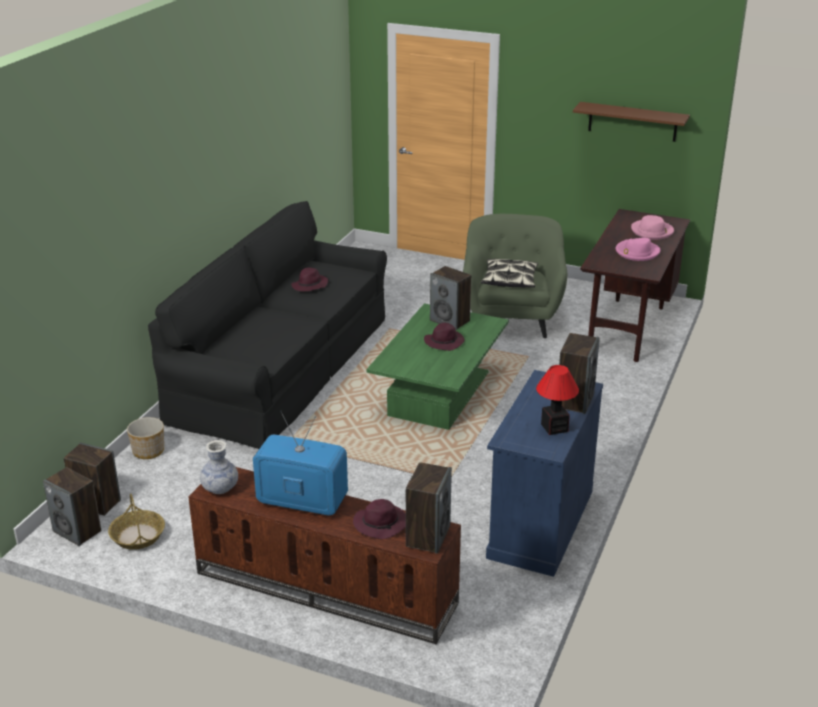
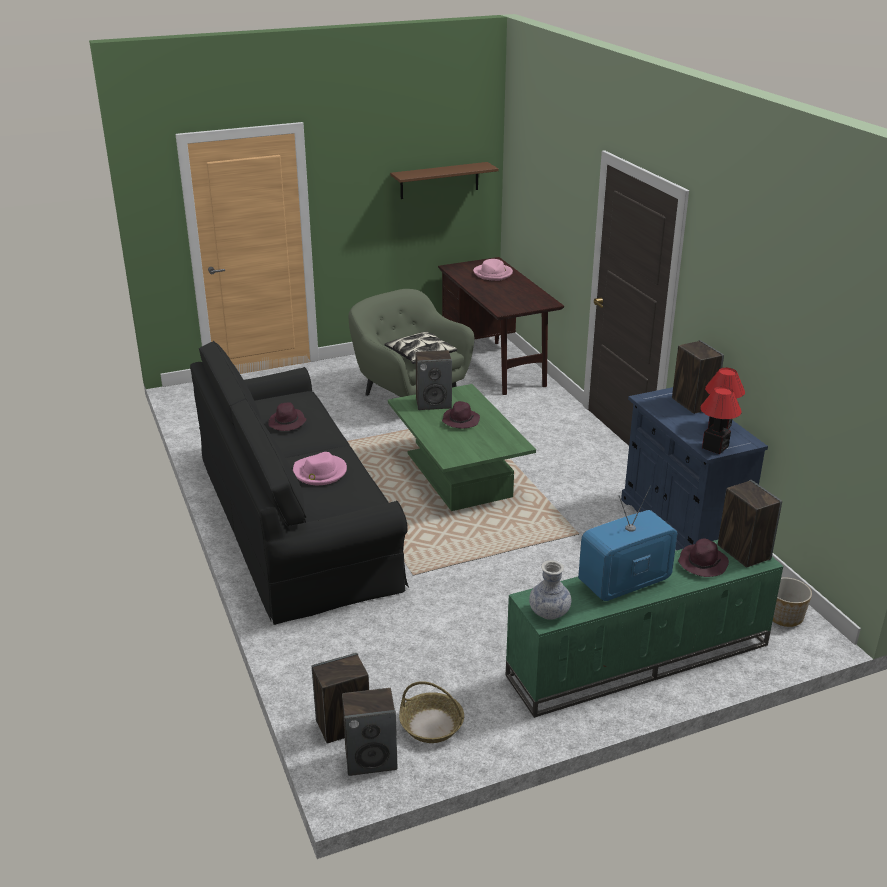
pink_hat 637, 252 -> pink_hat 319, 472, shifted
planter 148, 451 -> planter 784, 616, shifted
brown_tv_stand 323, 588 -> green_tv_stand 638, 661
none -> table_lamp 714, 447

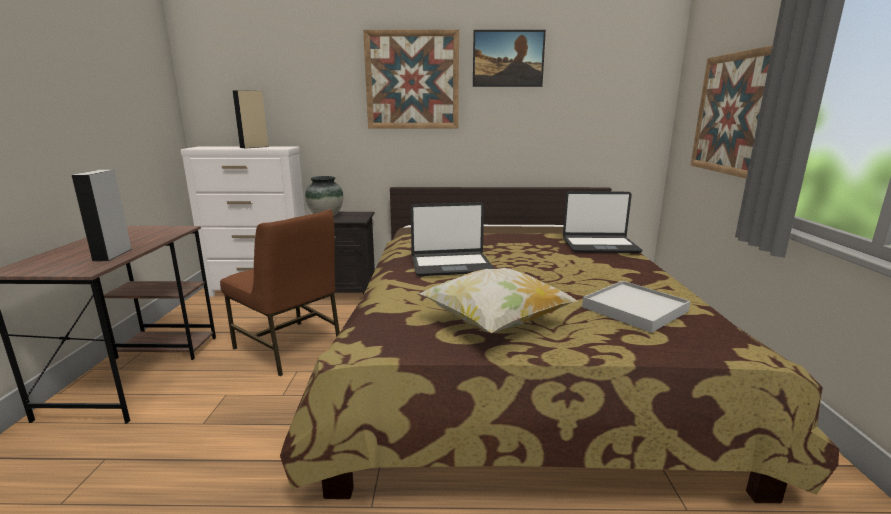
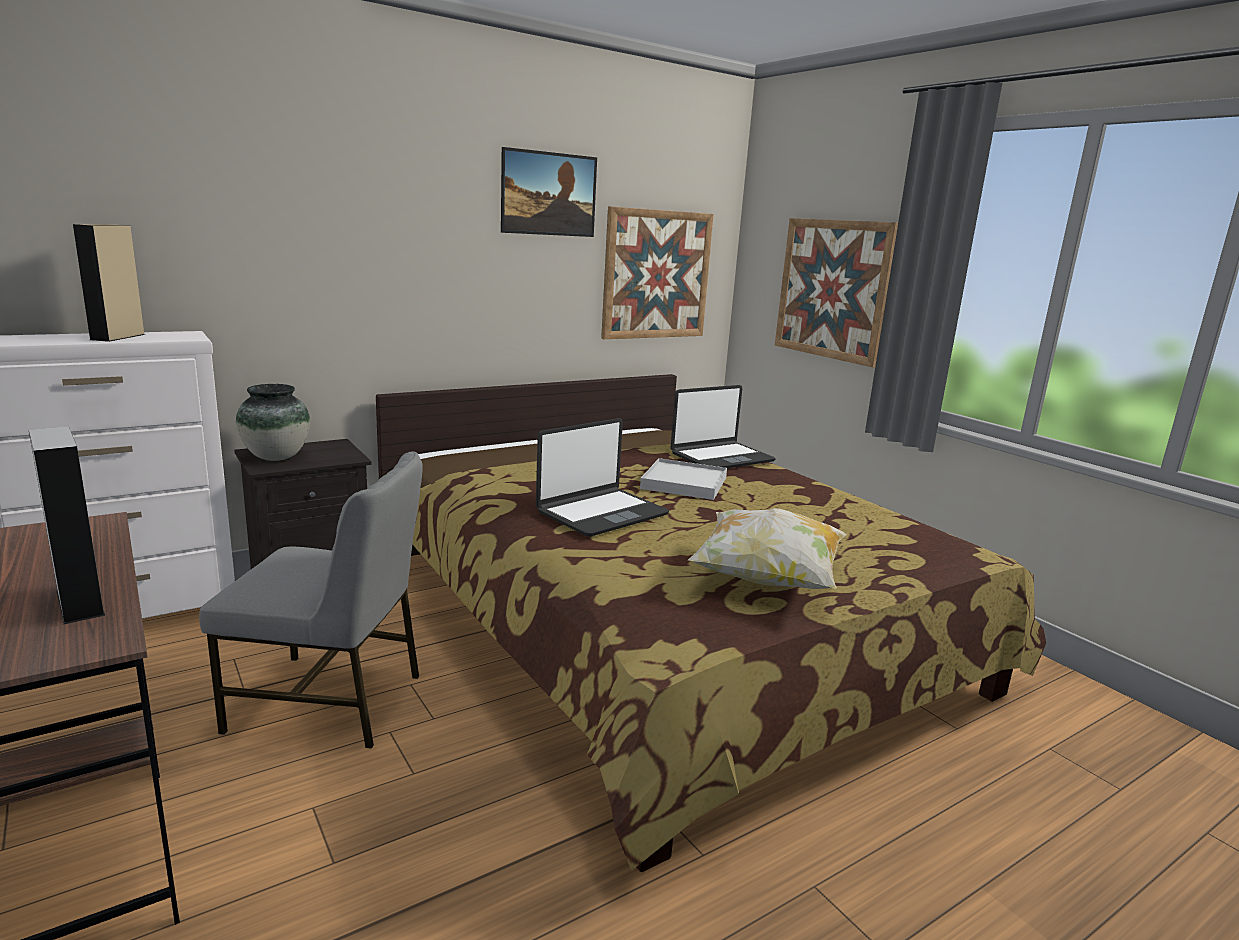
picture 412, 80 -> picture 656, 275, shifted
brown_chair 290, 348 -> grey_chair 330, 702
white_tray 634, 309 -> white_tray 683, 483, shifted

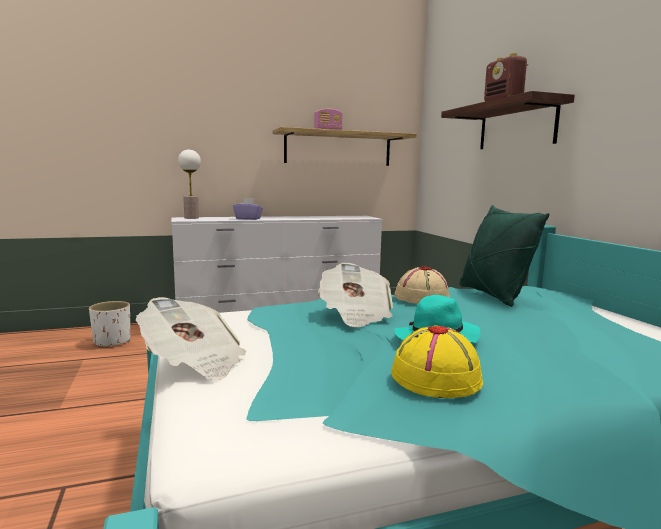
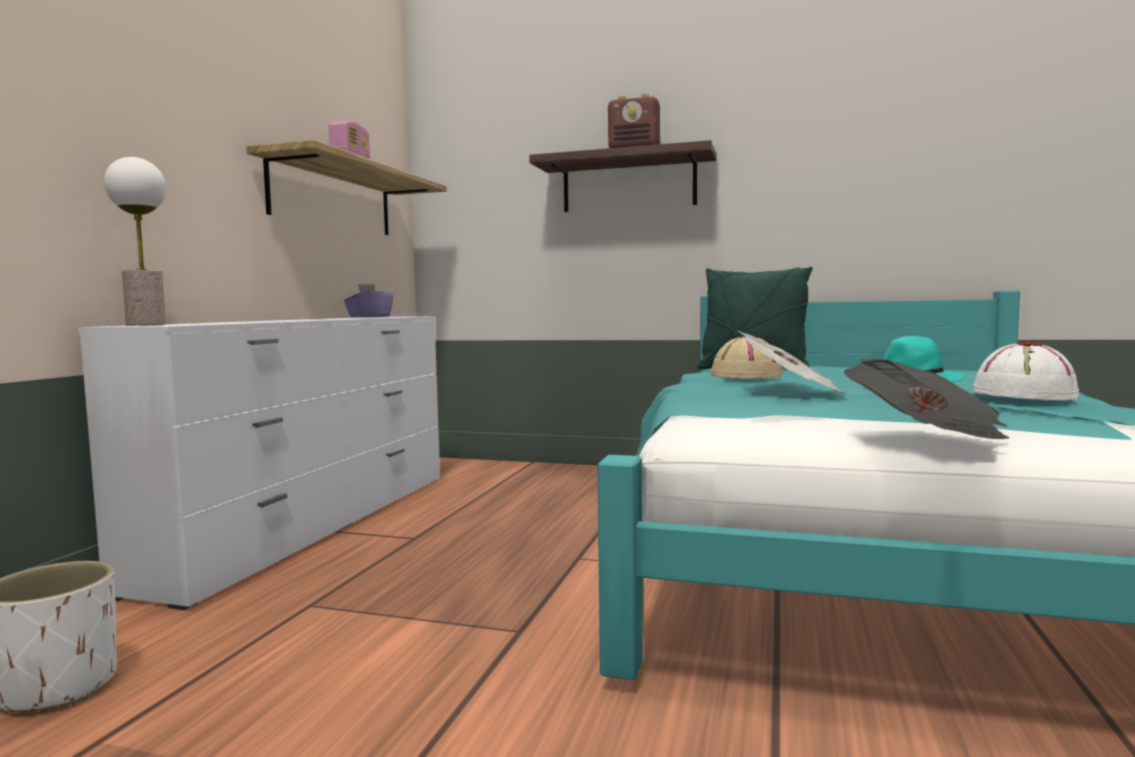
purple_tissue_box 248, 219 -> purple_tissue_box 369, 317, shifted
yellow_hat 436, 377 -> white_hat 1023, 395

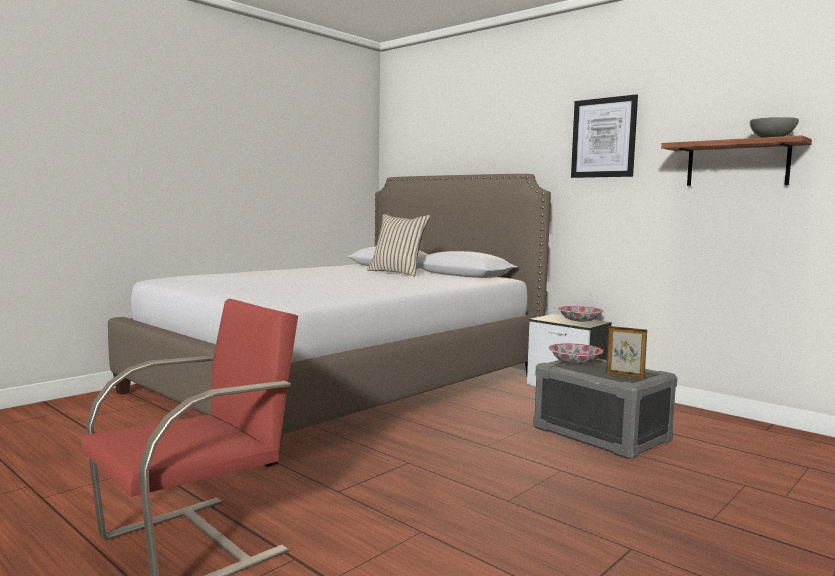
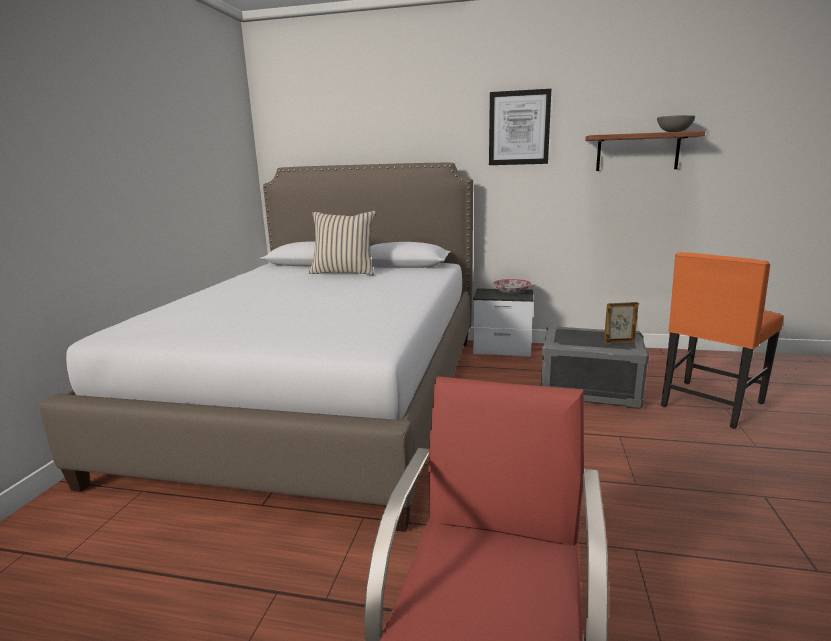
bowl 575, 363 -> none
none -> orange_chair 709, 405

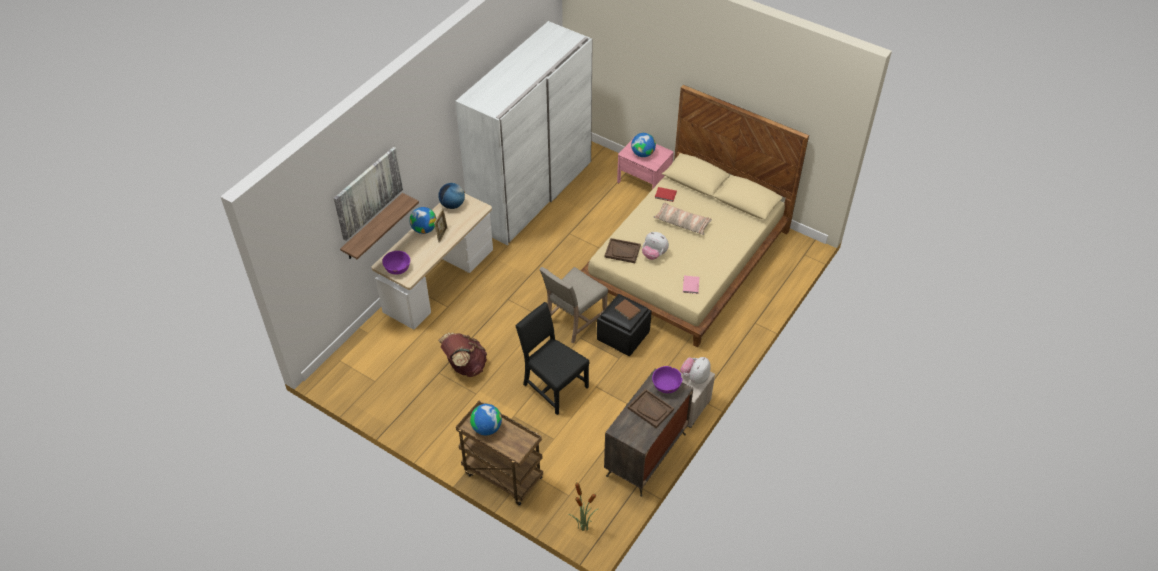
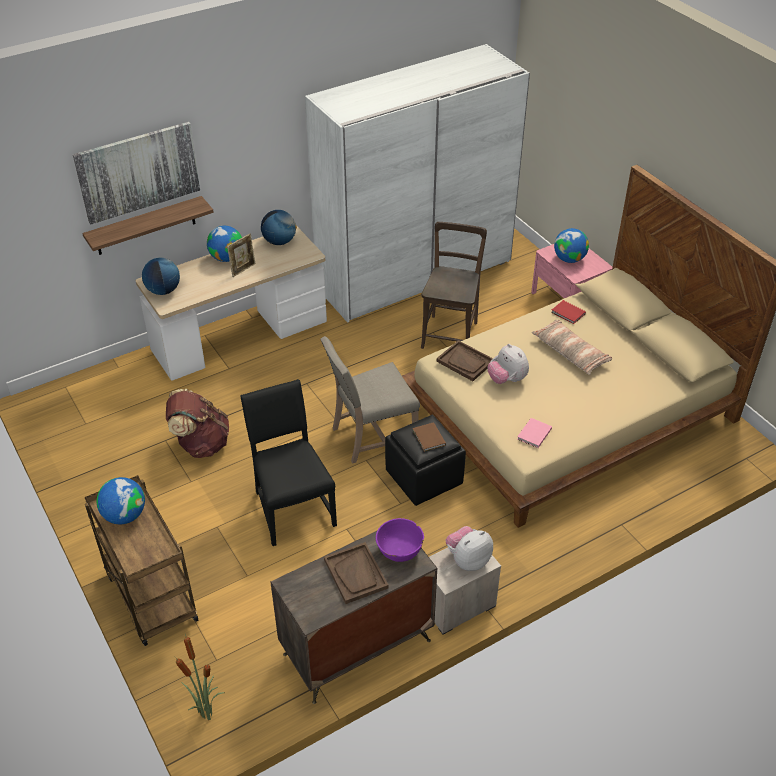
purple_bowl 397, 269 -> globe 163, 290
none -> brown_chair 450, 333

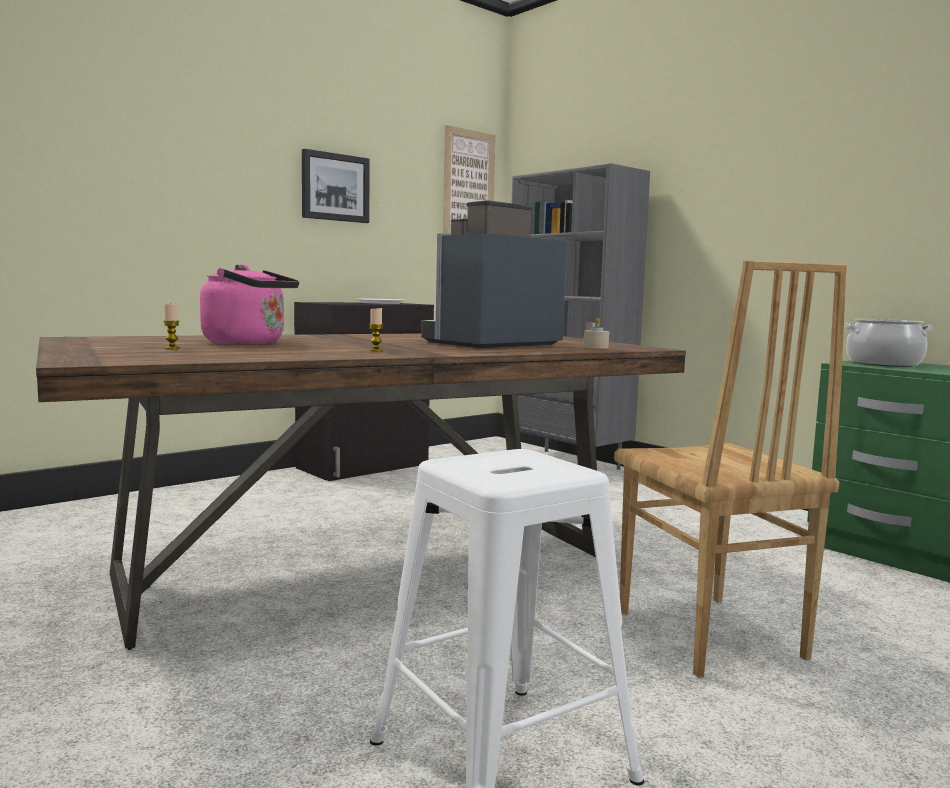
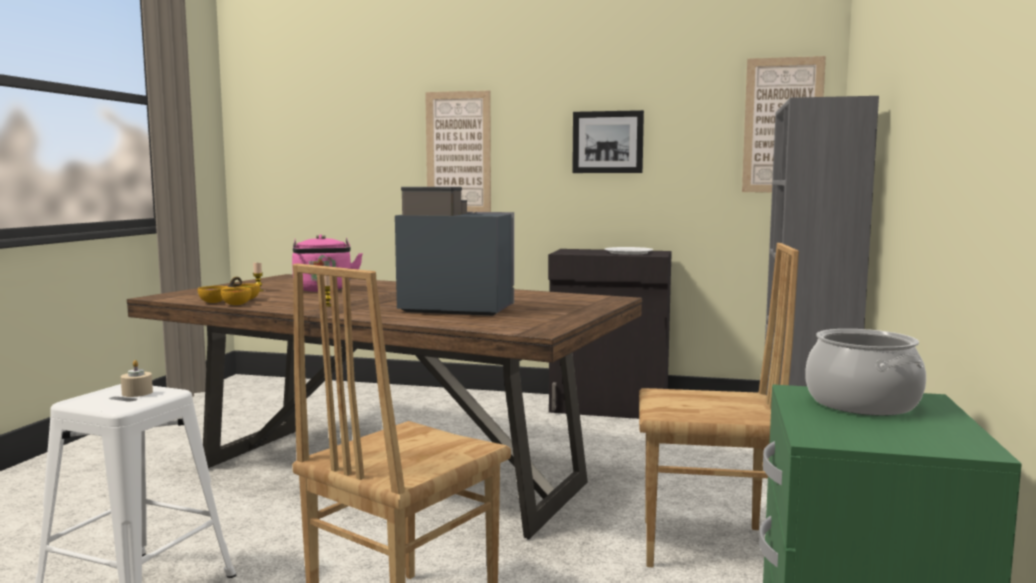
beige_candle 595, 347 -> beige_candle 137, 393, shifted
none -> picture 458, 152
none -> brown_chair 707, 548
none -> bowl 232, 302

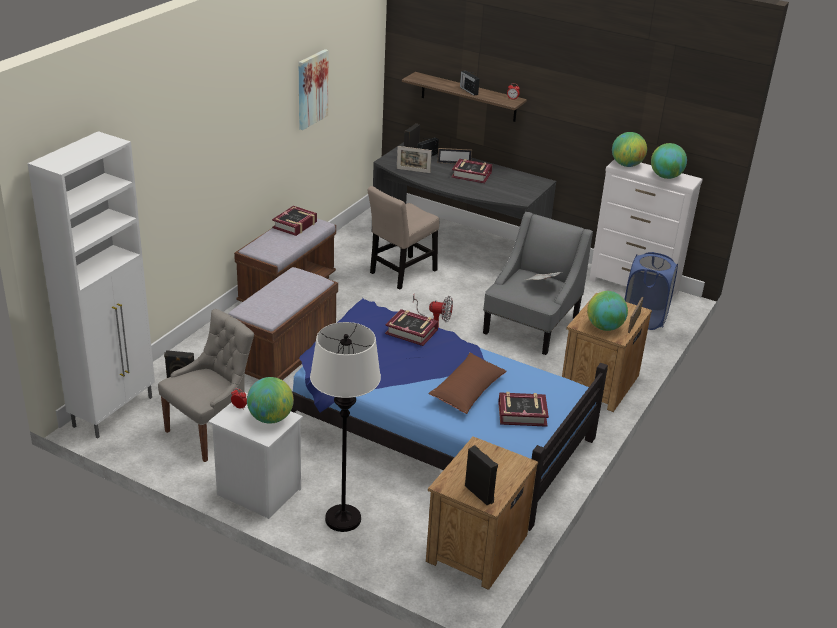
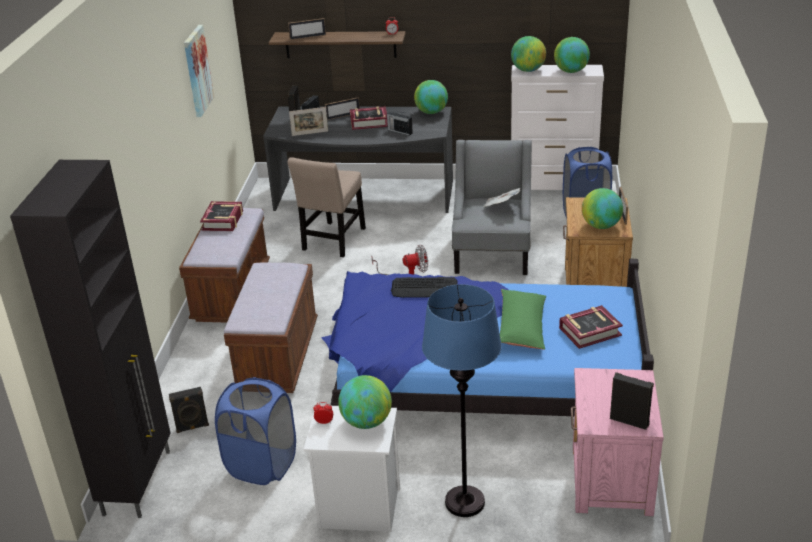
radio 468, 90 -> radio 399, 131, shifted
white_cabinet 114, 411 -> black_cabinet 138, 481
grey_chair 211, 432 -> blue_laundry_basket 262, 465
book 411, 332 -> keyboard 424, 288
white_floor_lamp 343, 519 -> blue_floor_lamp 464, 502
brown_pillow 467, 390 -> green_pillow 522, 327
brown_nightstand 475, 548 -> pink_nightstand 610, 481
none -> picture_frame 308, 37
none -> globe 431, 112

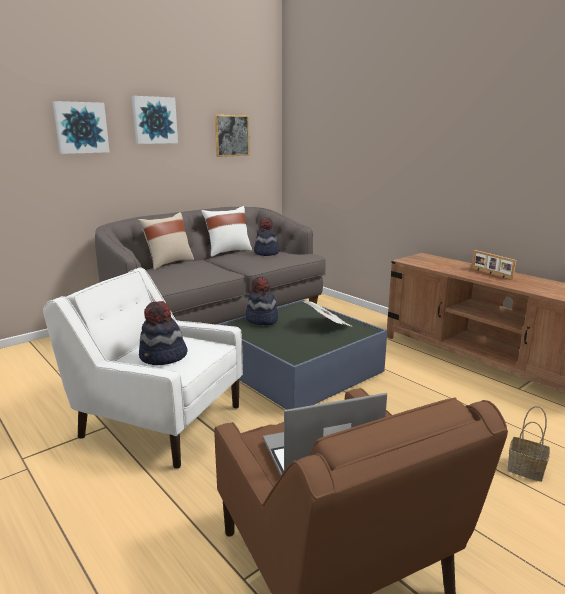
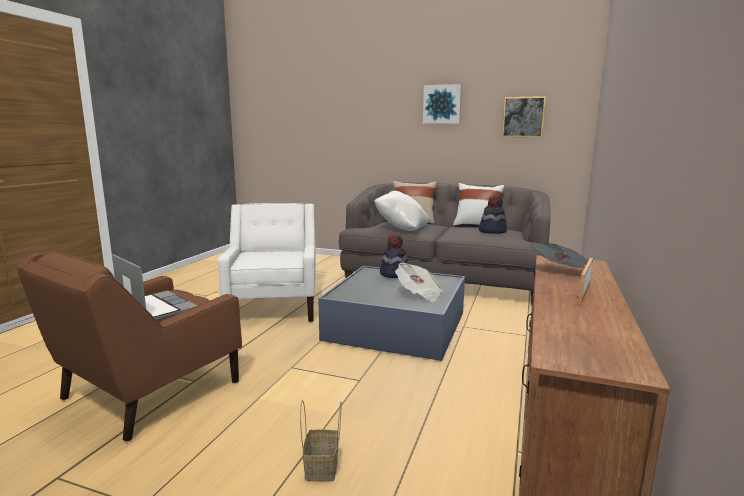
picture 81, 127 -> none
hat 163, 357 -> none
none -> white_pillow 401, 228
none -> newspaper 560, 272

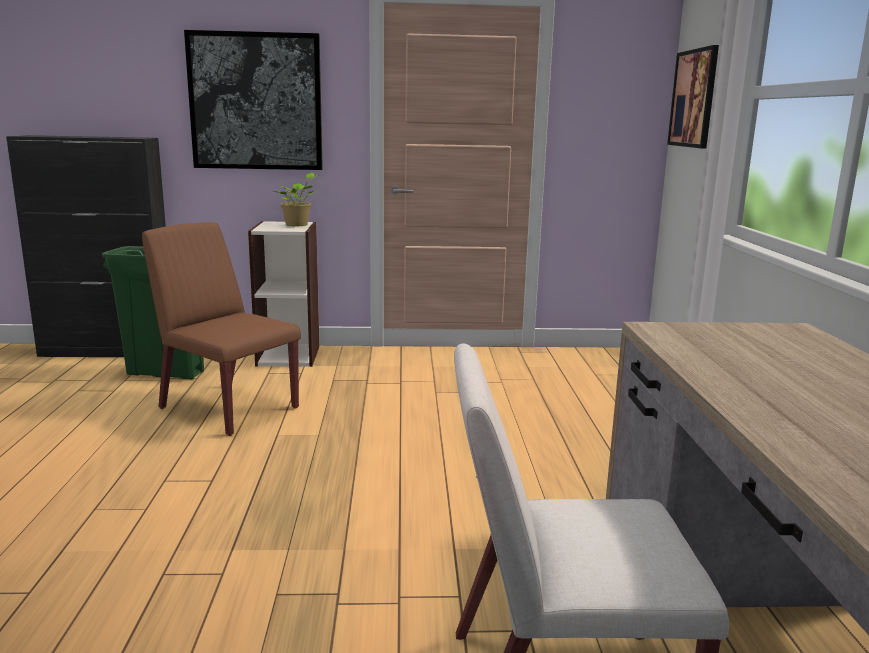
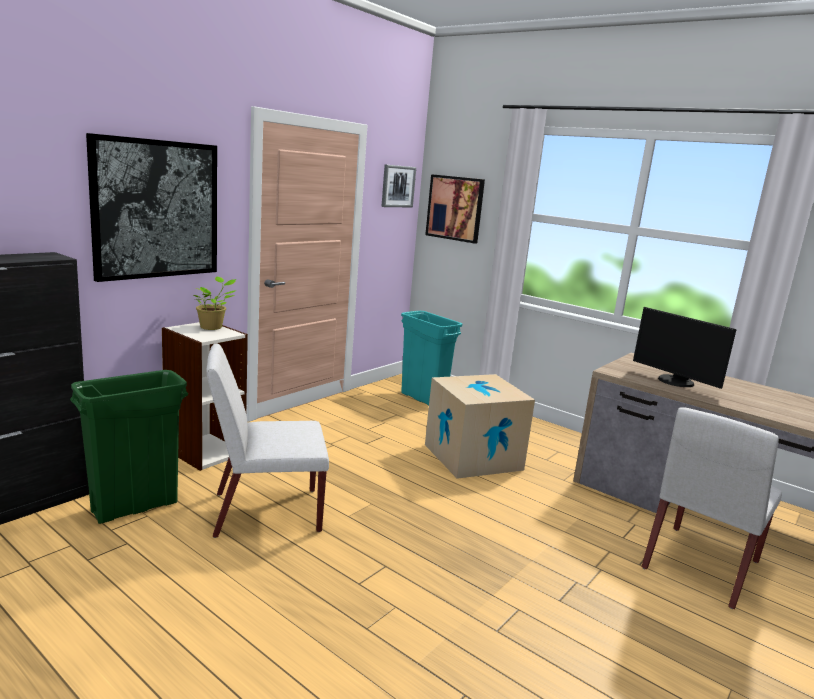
brown_chair 227, 407 -> white_chair 265, 512
none -> picture 397, 186
none -> monitor 674, 382
none -> turquoise_trash_can 423, 399
none -> cardboard_box 473, 457

